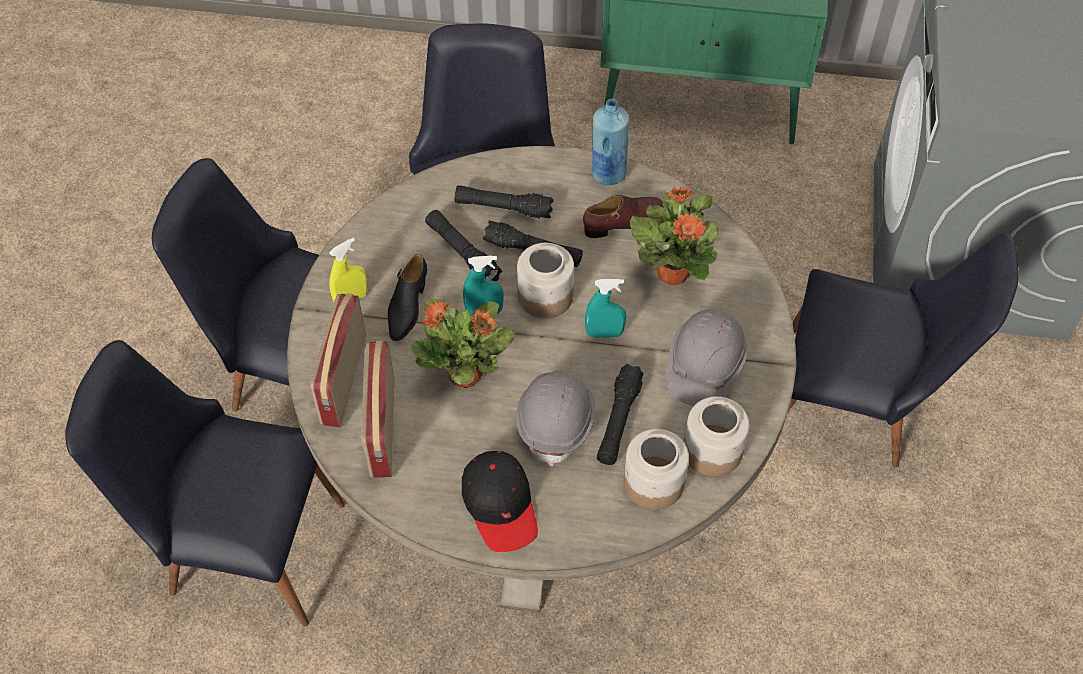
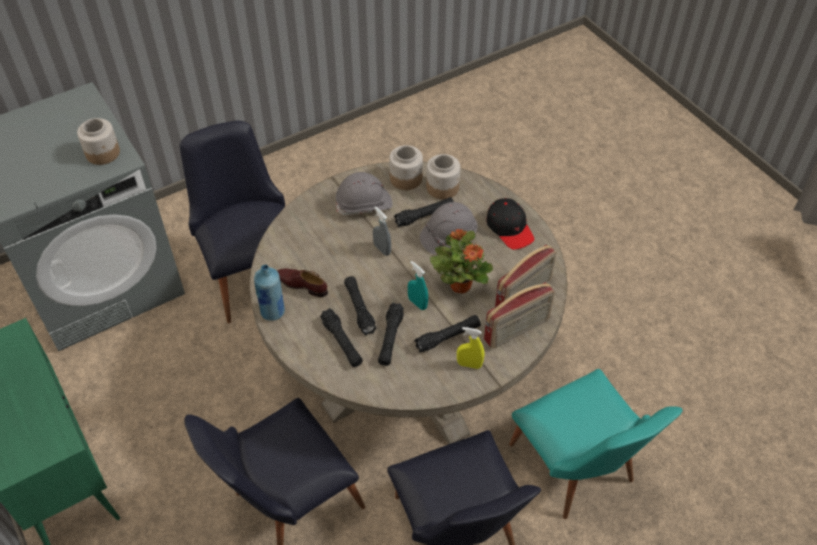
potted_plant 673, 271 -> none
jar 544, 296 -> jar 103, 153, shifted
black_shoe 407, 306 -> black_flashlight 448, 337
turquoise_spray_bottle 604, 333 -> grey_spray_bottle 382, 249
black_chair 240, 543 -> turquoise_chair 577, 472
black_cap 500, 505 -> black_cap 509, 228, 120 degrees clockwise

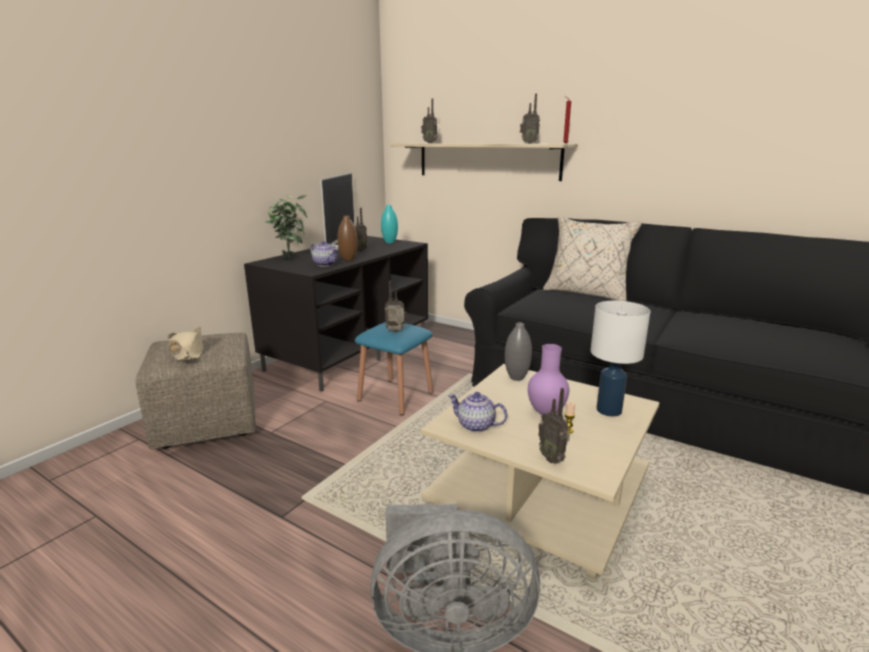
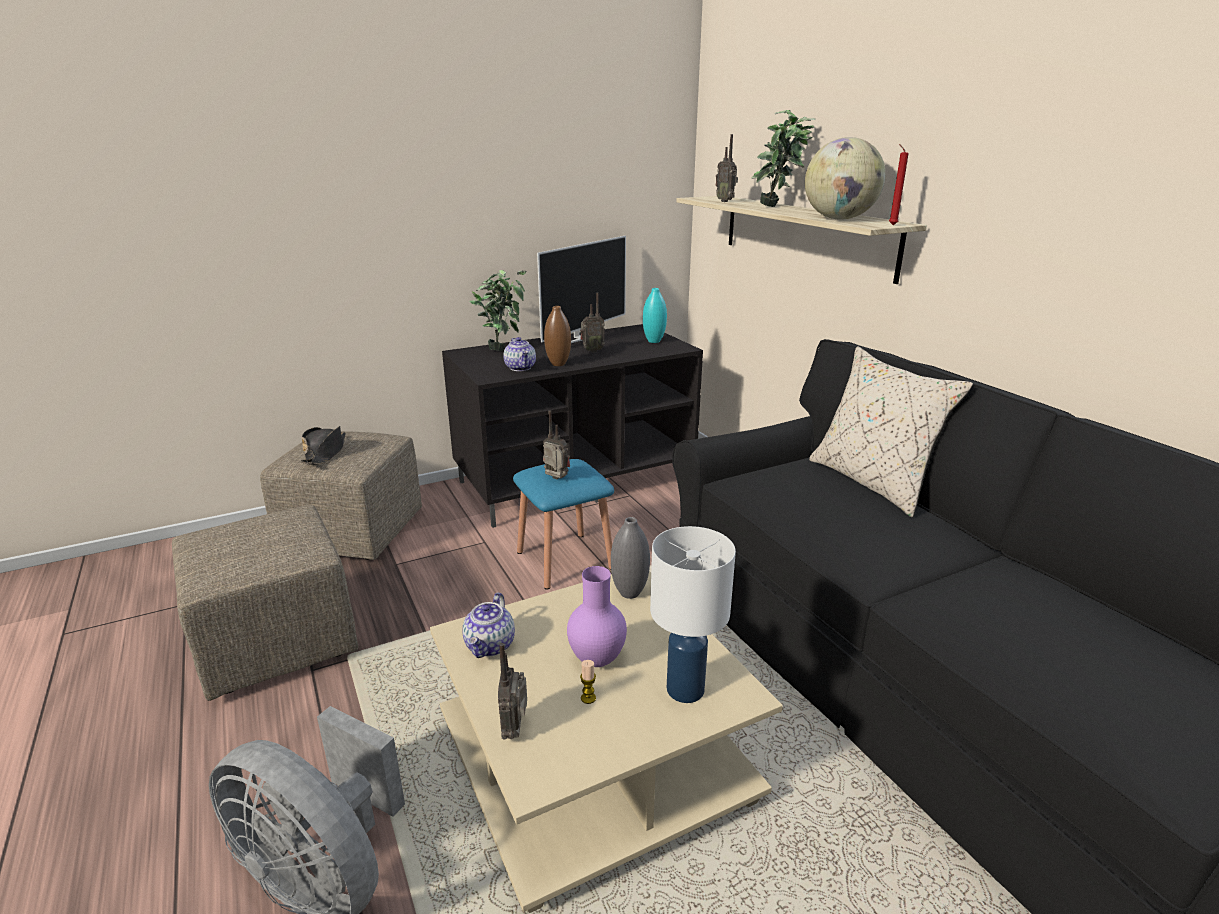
radio 528, 143 -> globe 839, 219
beige_hat 188, 352 -> black_hat 325, 452
teapot 475, 425 -> teapot 490, 646, 135 degrees counterclockwise
none -> potted_plant 778, 207
none -> beige_ottoman 279, 641

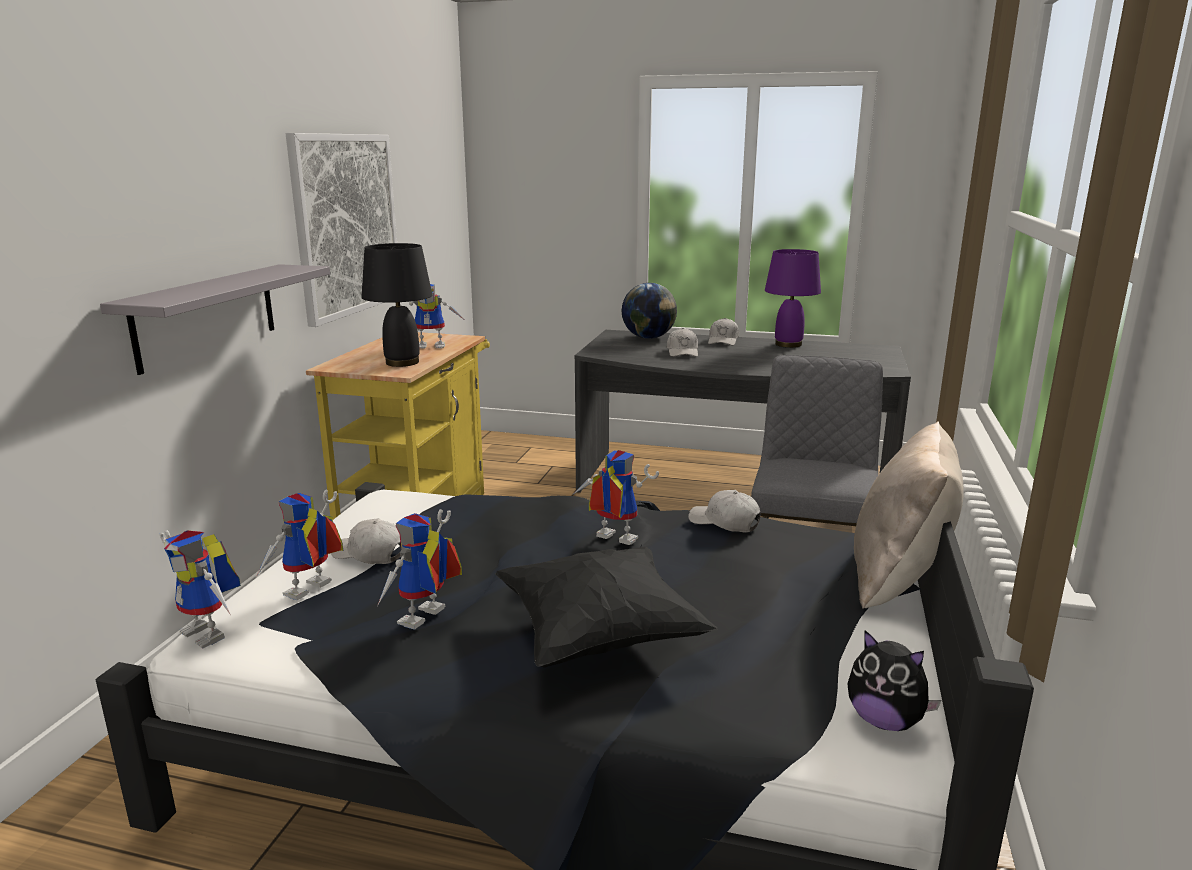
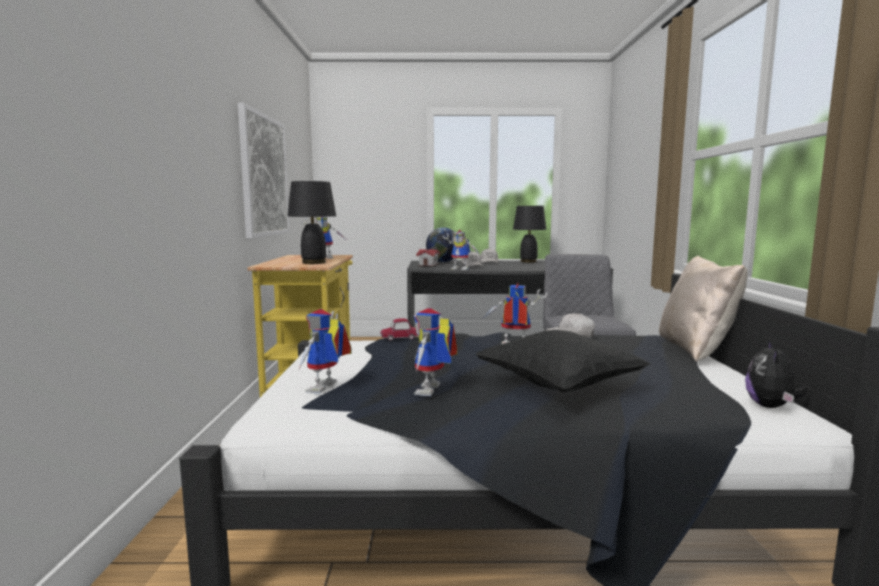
purple_table_lamp 788, 344 -> black_table_lamp 528, 261
grey_shelf 207, 316 -> none
white_cap 370, 554 -> none
toy_robot 212, 633 -> toy_robot 462, 269, shifted
plush_toy 885, 721 -> plush_toy 771, 406, 90 degrees clockwise
none -> toy_house 429, 265
none -> toy_car 399, 338

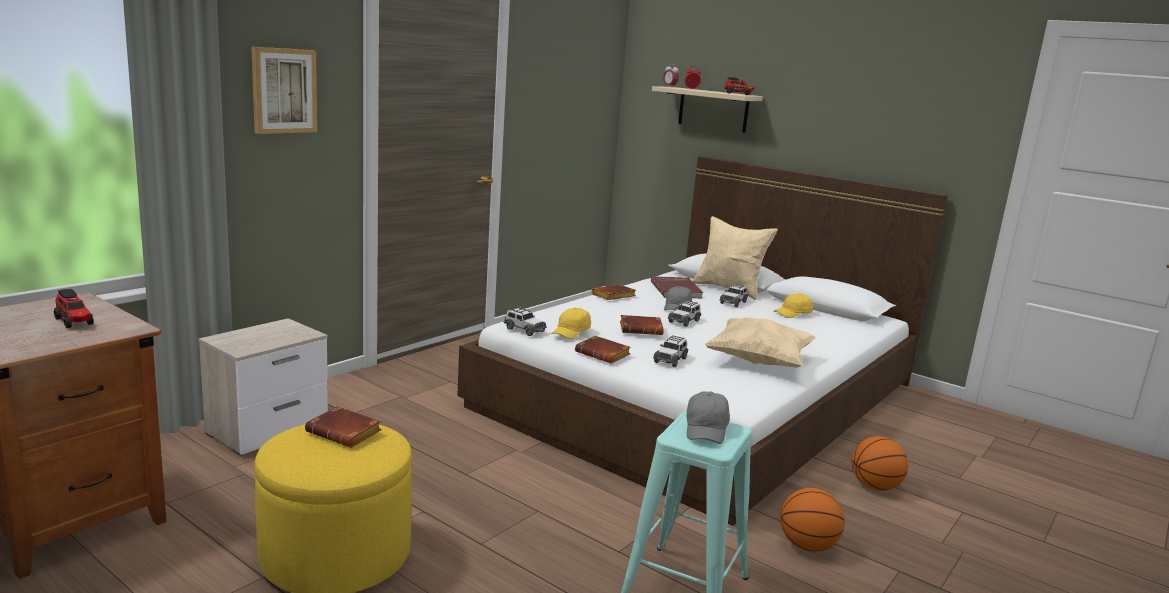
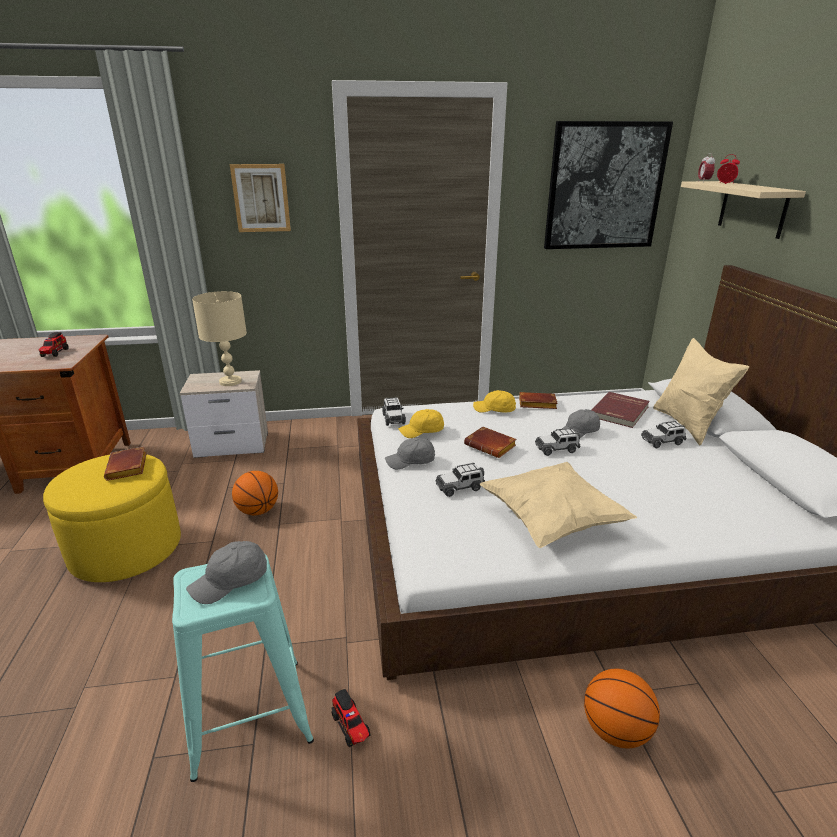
toy_truck 738, 94 -> toy_truck 351, 727, shifted
yellow_cap 793, 314 -> yellow_cap 494, 410, shifted
brown_book 604, 354 -> grey_cap 411, 462
basketball 807, 546 -> basketball 258, 511, shifted
none -> picture 604, 187
none -> beige_table_lamp 230, 381

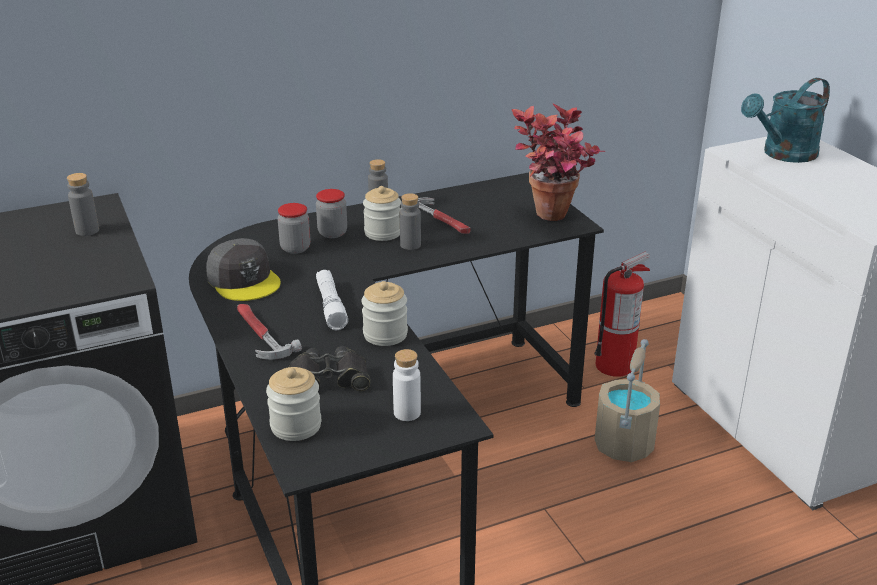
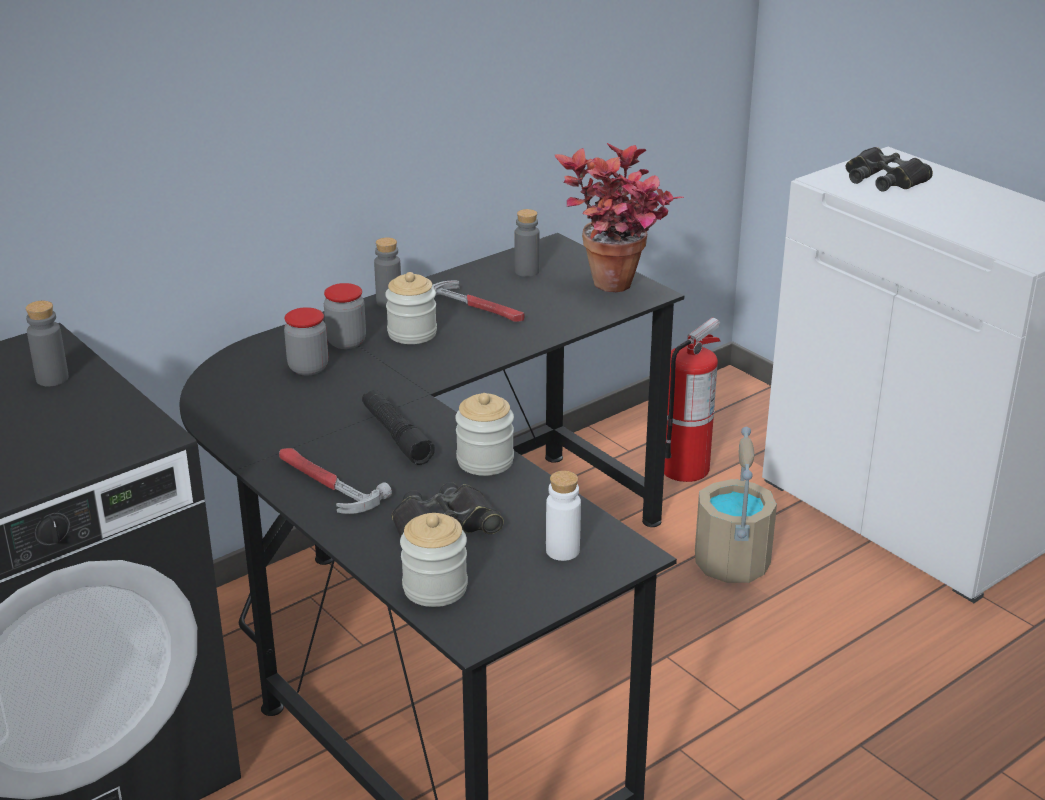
turquoise_watering_can 783, 155 -> black_binoculars 884, 179
grey_bottle 410, 245 -> grey_bottle 526, 271, shifted
grey_cap 244, 280 -> none
white_flashlight 330, 306 -> black_flashlight 396, 436

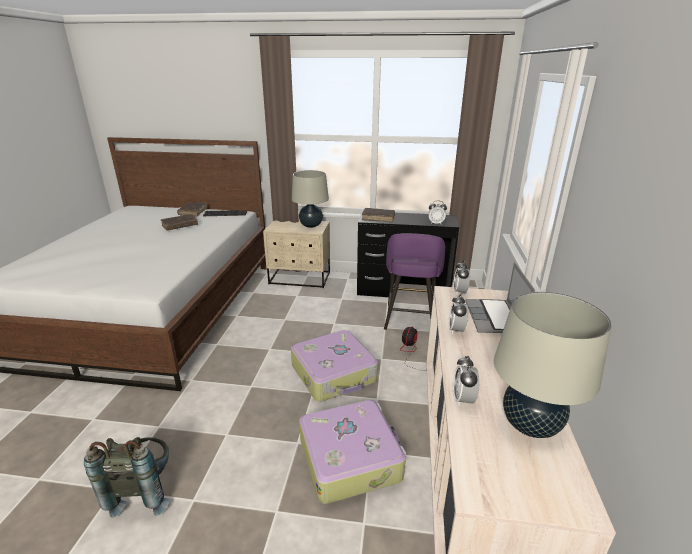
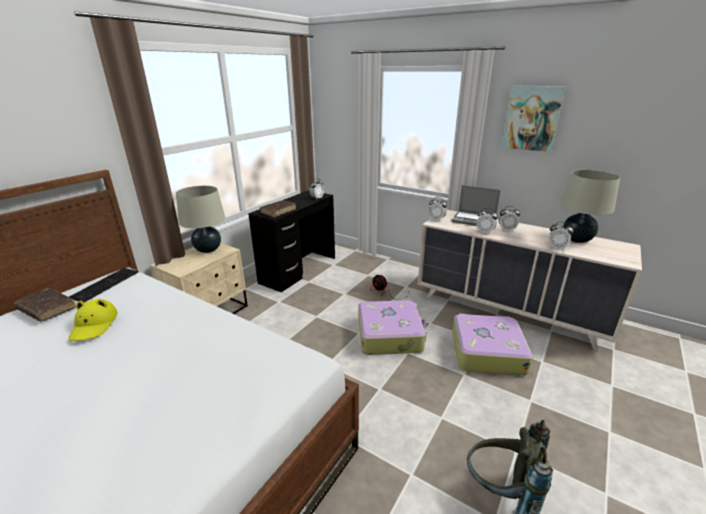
brown_book 180, 226 -> yellow_hat 94, 325
purple_stool 409, 320 -> none
none -> picture 531, 118
none -> alarm_clock 506, 230

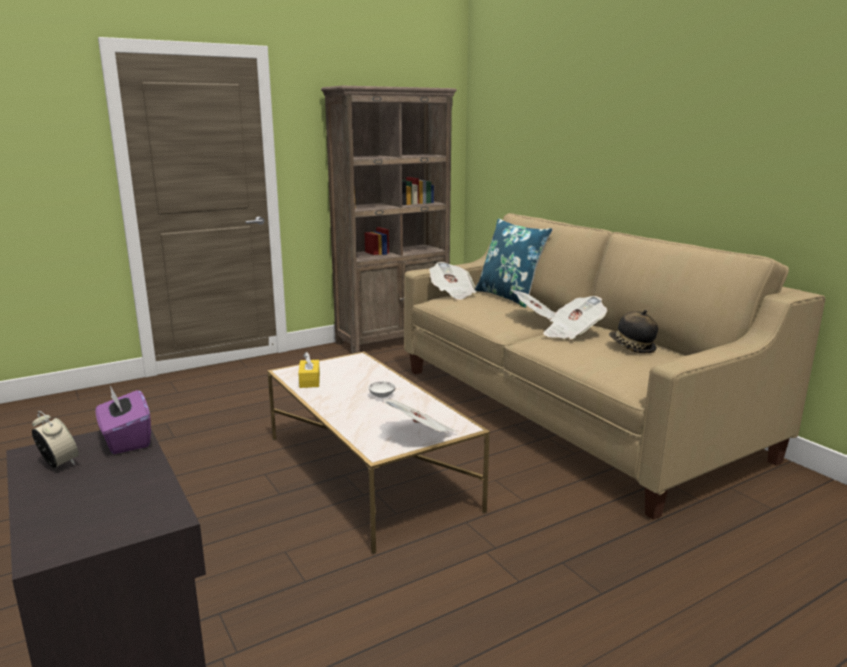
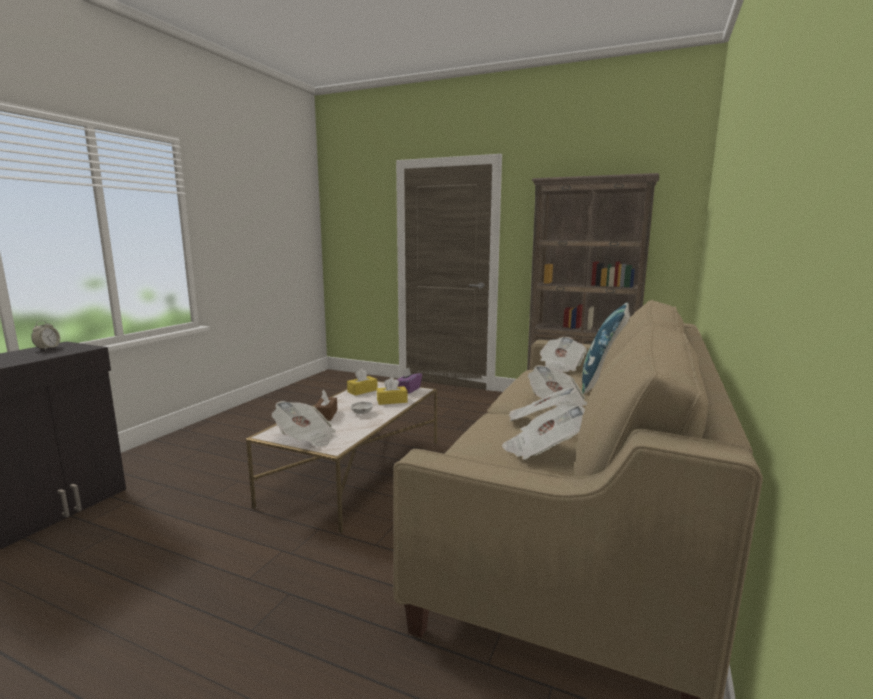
hat 631, 347 -> newspaper 541, 450
purple_tissue_box 126, 440 -> purple_tissue_box 408, 390, shifted
none -> yellow_tissue_box 392, 401
none -> brown_tissue_box 326, 415

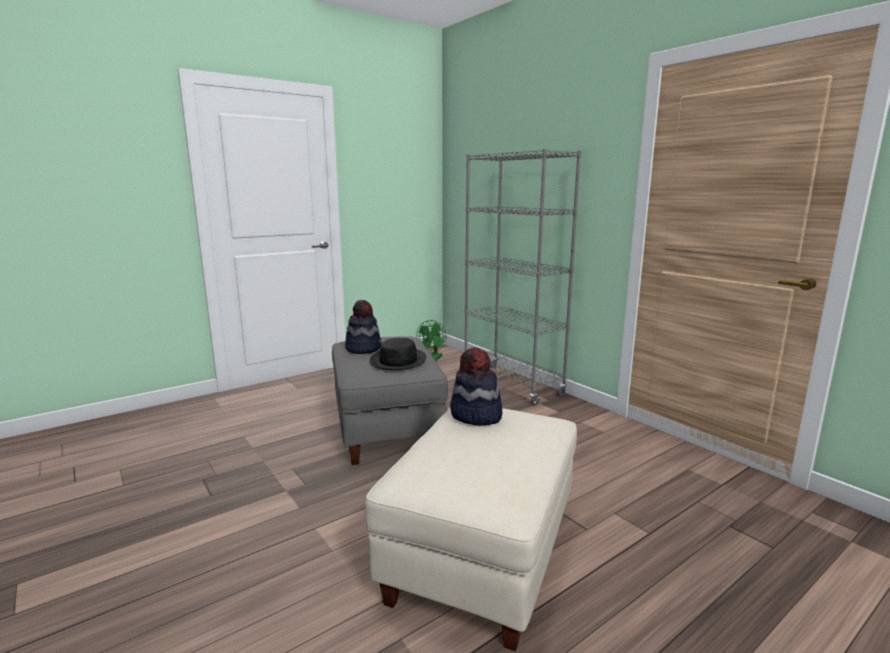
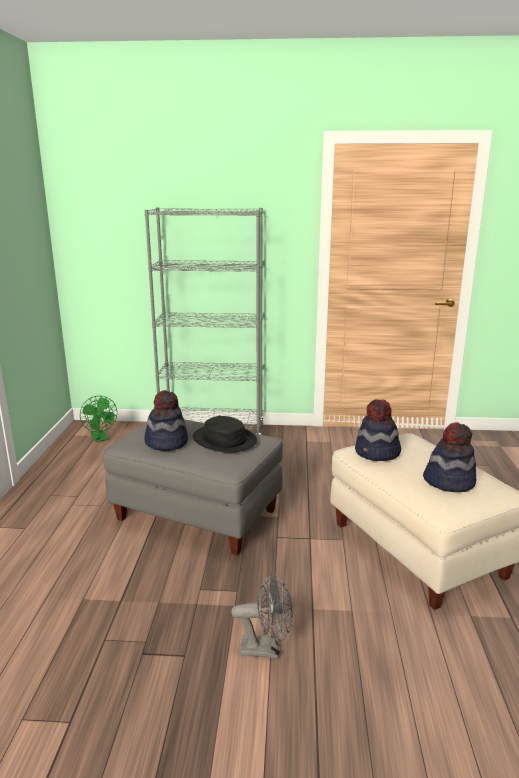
none -> hat 449, 481
none -> grey_fan 266, 649

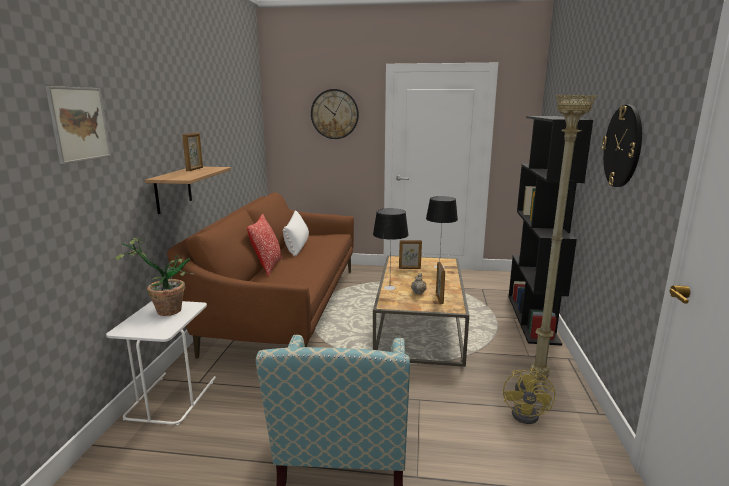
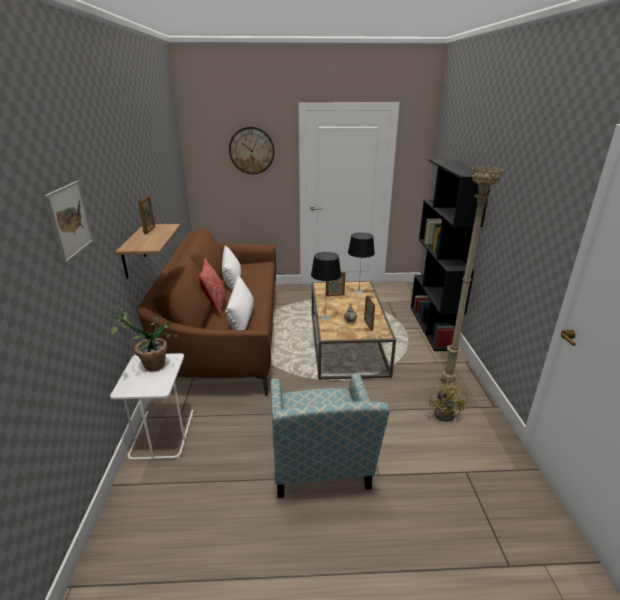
wall_clock 623, 146 -> none
none -> white_pillow 241, 318

